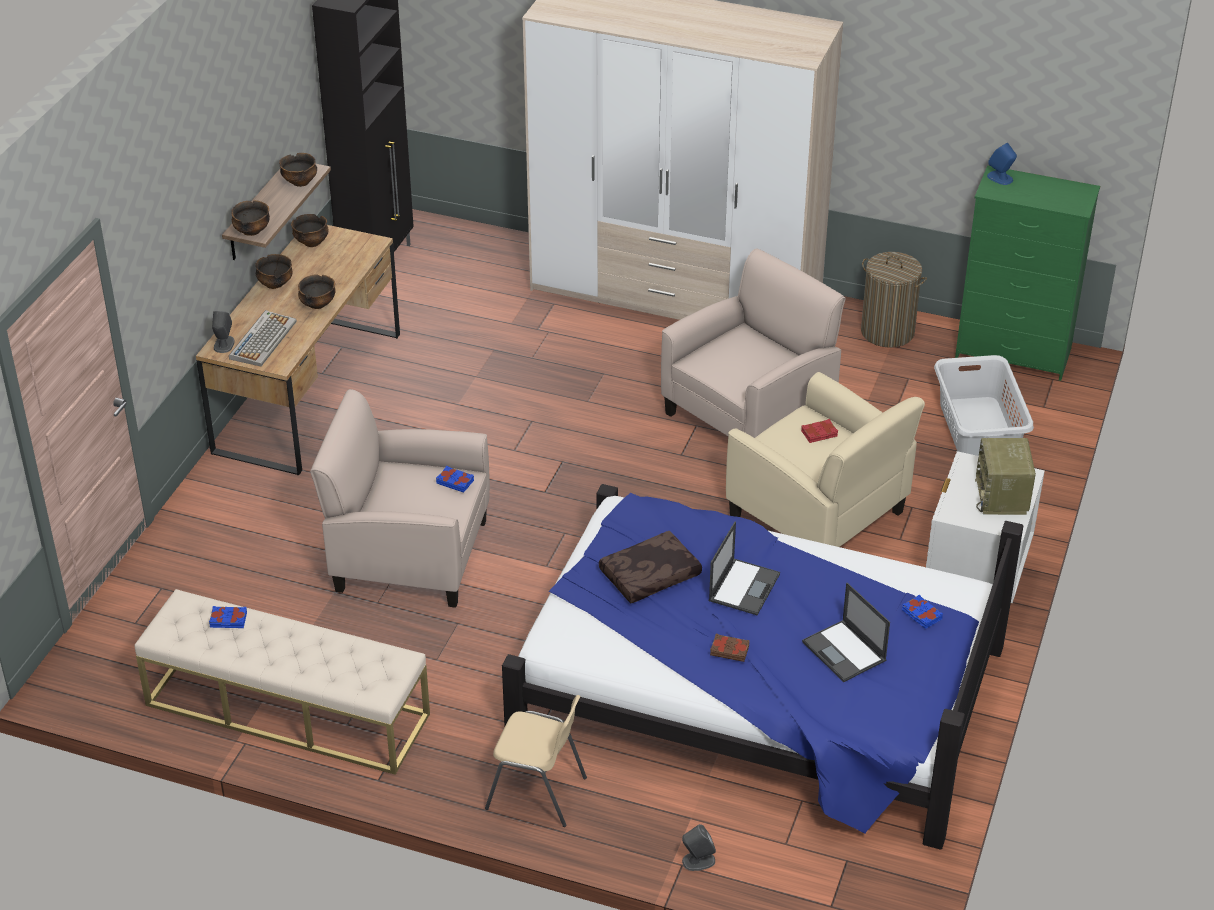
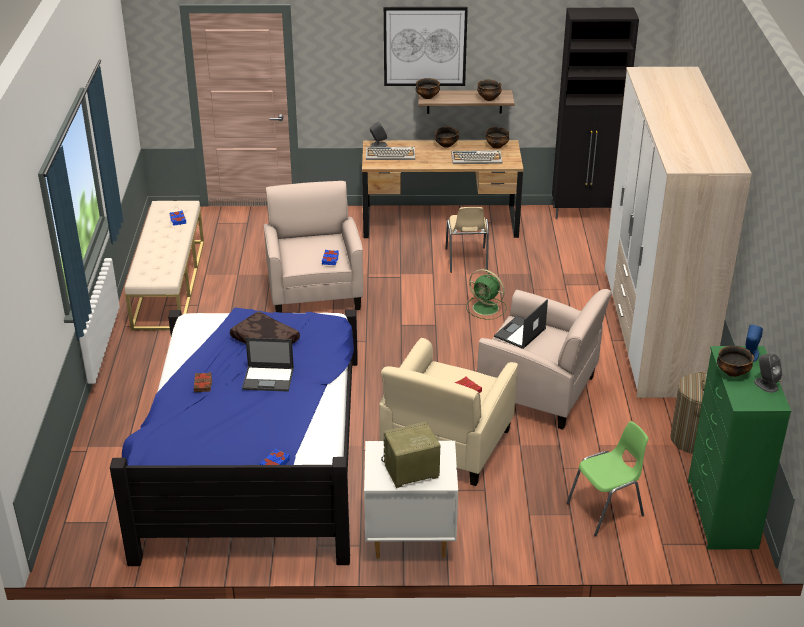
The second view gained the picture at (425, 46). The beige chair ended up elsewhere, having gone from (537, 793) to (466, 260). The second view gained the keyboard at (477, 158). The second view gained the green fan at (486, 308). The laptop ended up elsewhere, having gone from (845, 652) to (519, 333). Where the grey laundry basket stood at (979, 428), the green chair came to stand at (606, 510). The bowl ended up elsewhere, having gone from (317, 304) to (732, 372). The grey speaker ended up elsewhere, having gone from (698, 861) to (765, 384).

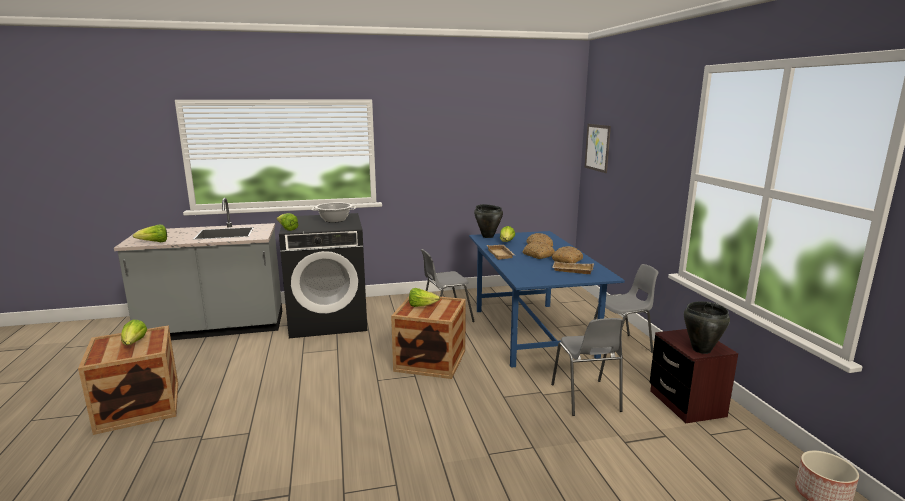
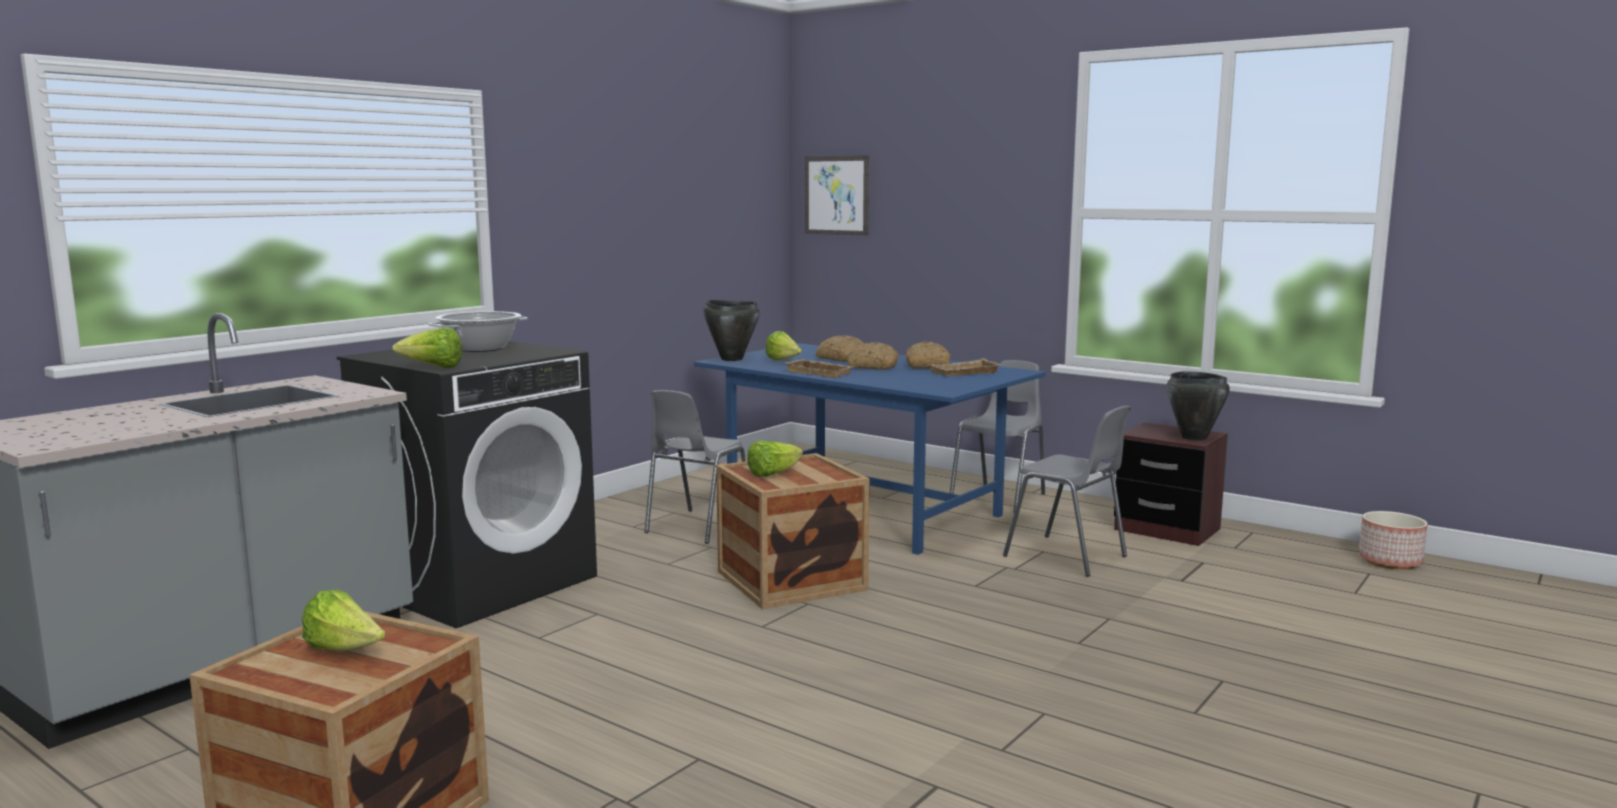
The second view lost the lettuce at (154, 242).

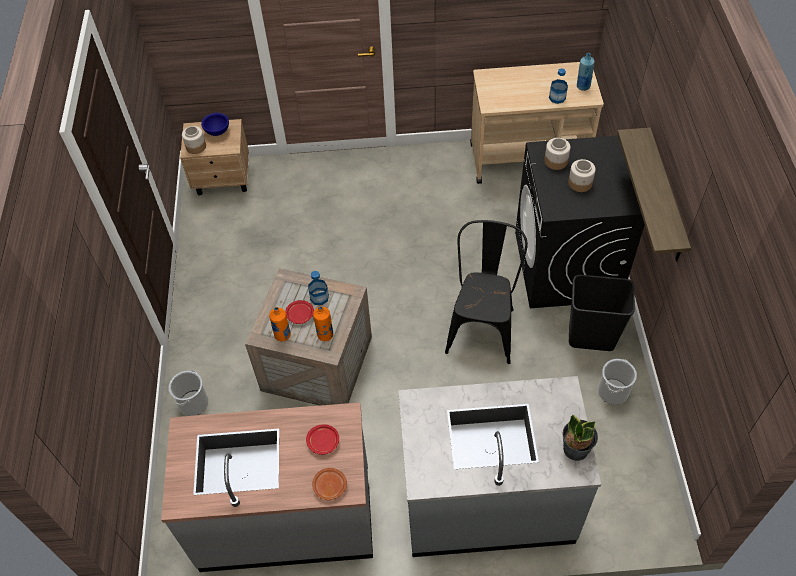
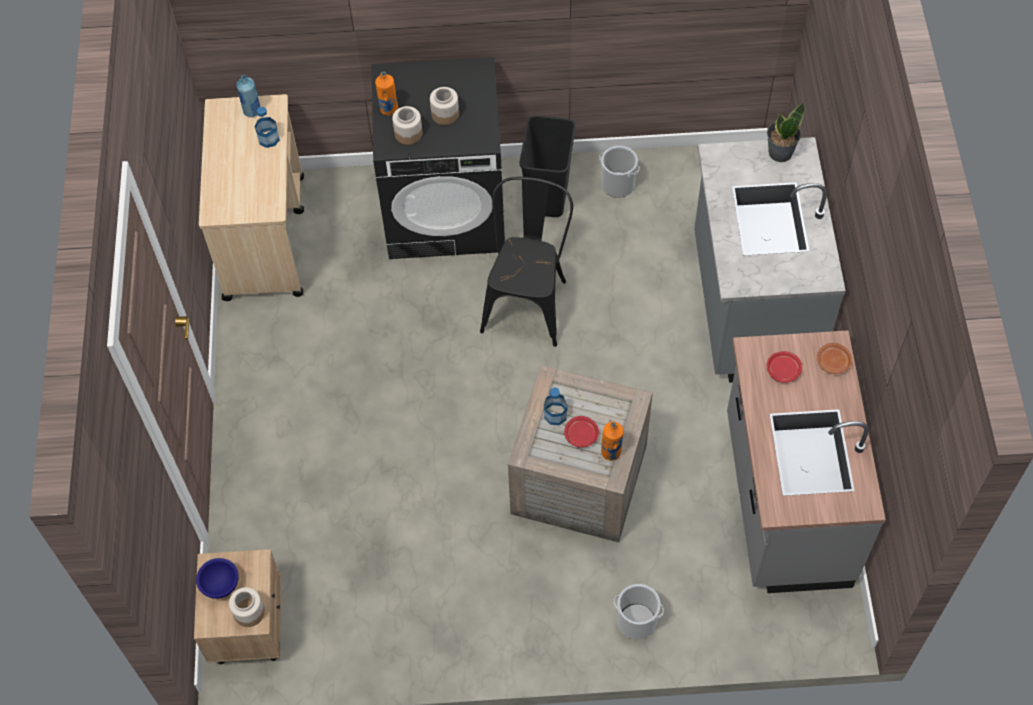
The orange bottle ended up elsewhere, having gone from (325, 335) to (388, 109). The black chair at (483, 325) ended up facing another way, 90 degrees clockwise from before. The second view lost the shelf at (665, 197).

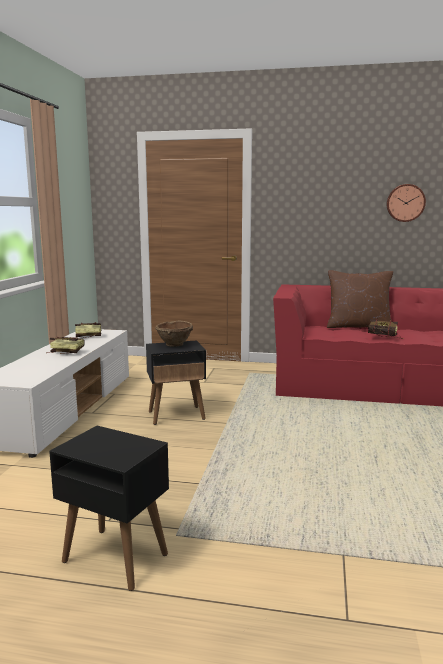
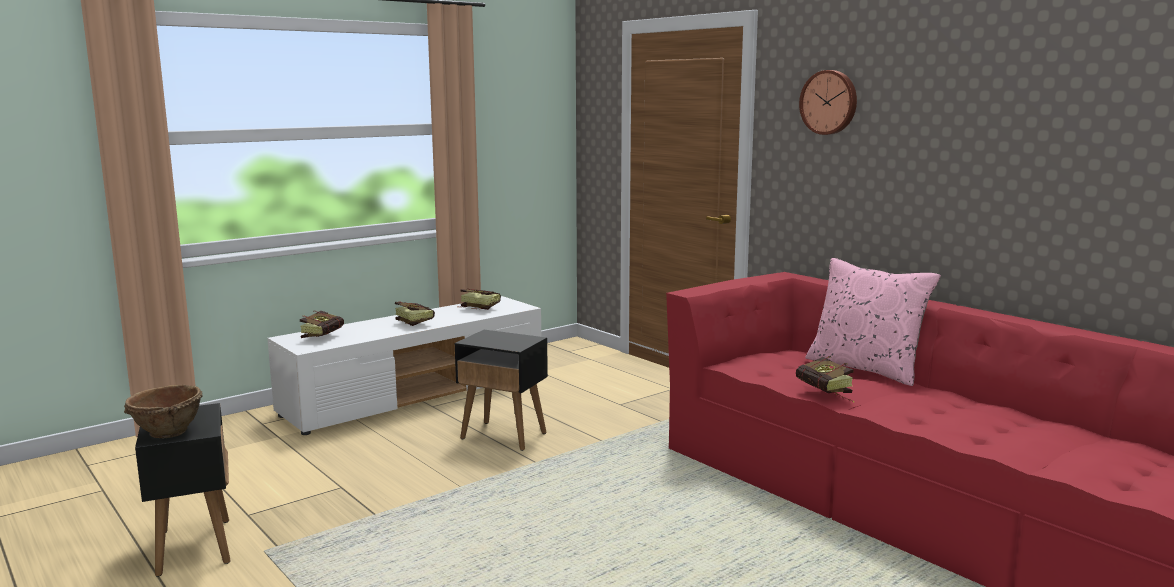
The brown bowl ended up elsewhere, having gone from (174, 344) to (167, 433). The second view gained the book at (325, 336). The wall clock ended up elsewhere, having gone from (405, 203) to (829, 102). What was the brown pillow at (358, 327) turned into the pink pillow at (866, 368).

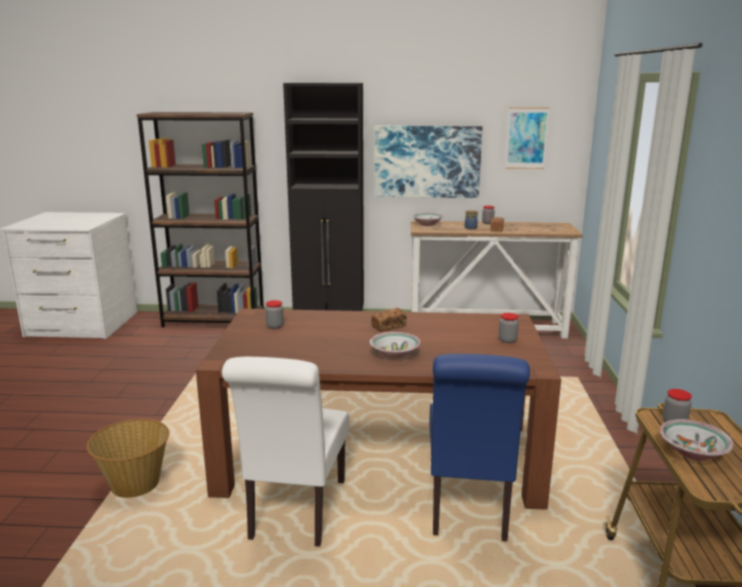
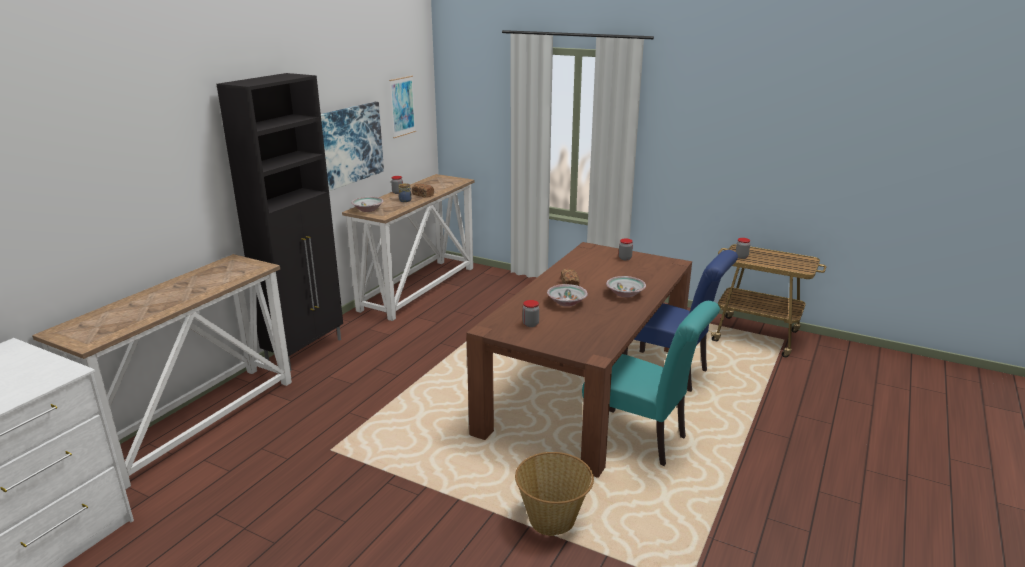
Where the brown bookcase stood at (214, 321), the console table came to stand at (197, 421). The bowl ended up elsewhere, having gone from (692, 452) to (566, 303). What was the white chair at (295, 514) turned into the turquoise chair at (641, 440).

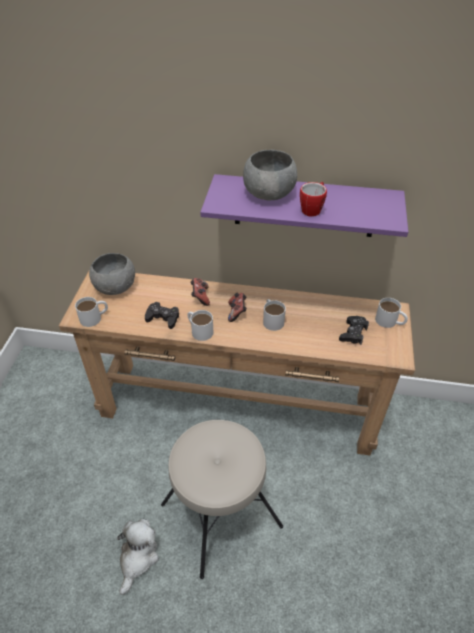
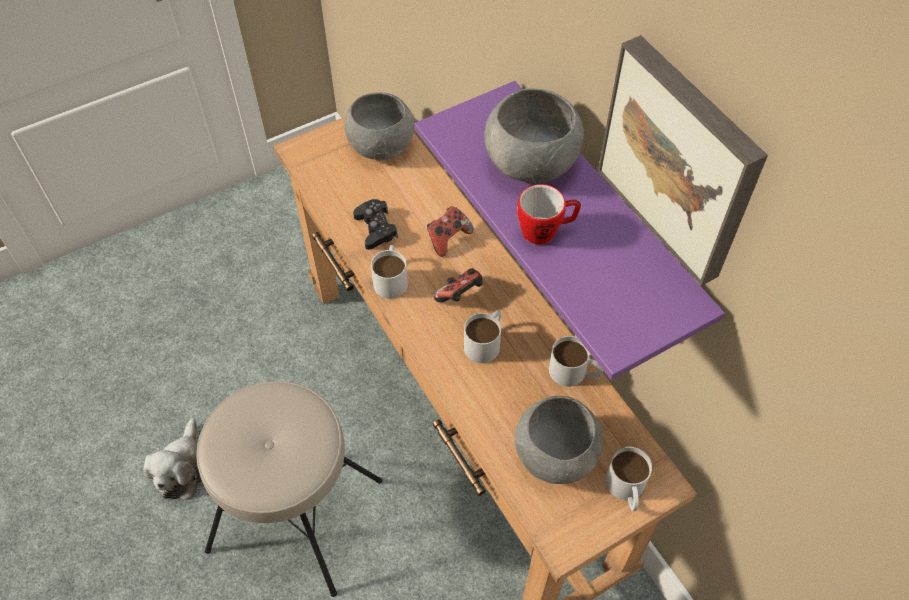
The plush toy at (138, 557) ended up facing another way, 120 degrees clockwise from before. Where the black game controller stood at (353, 333), the grey bowl came to stand at (555, 455). The white mug ended up elsewhere, having gone from (94, 317) to (574, 373). The second view gained the picture at (681, 160).

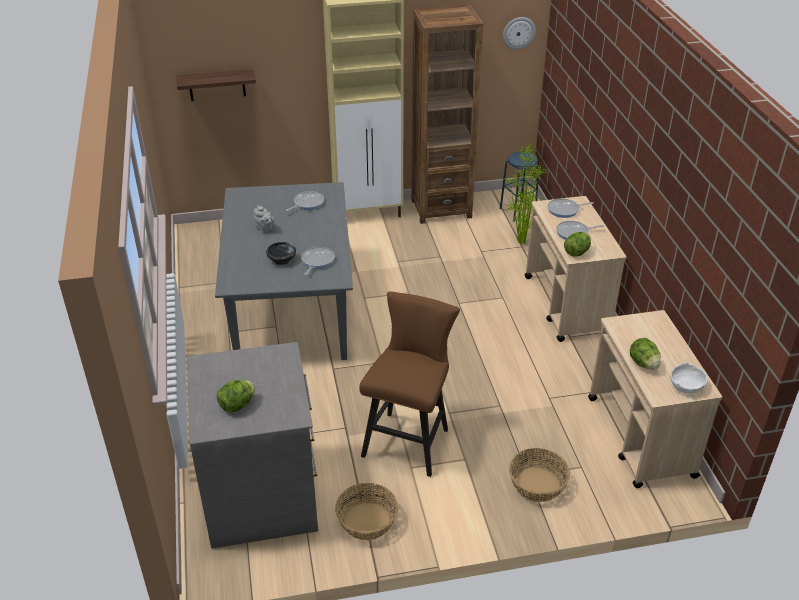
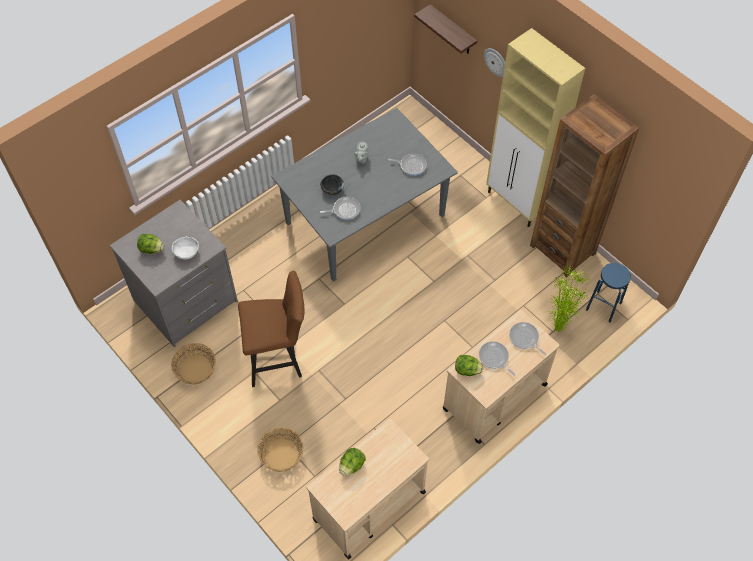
The white bowl ended up elsewhere, having gone from (686, 386) to (186, 252). The wall clock ended up elsewhere, having gone from (518, 32) to (496, 62).

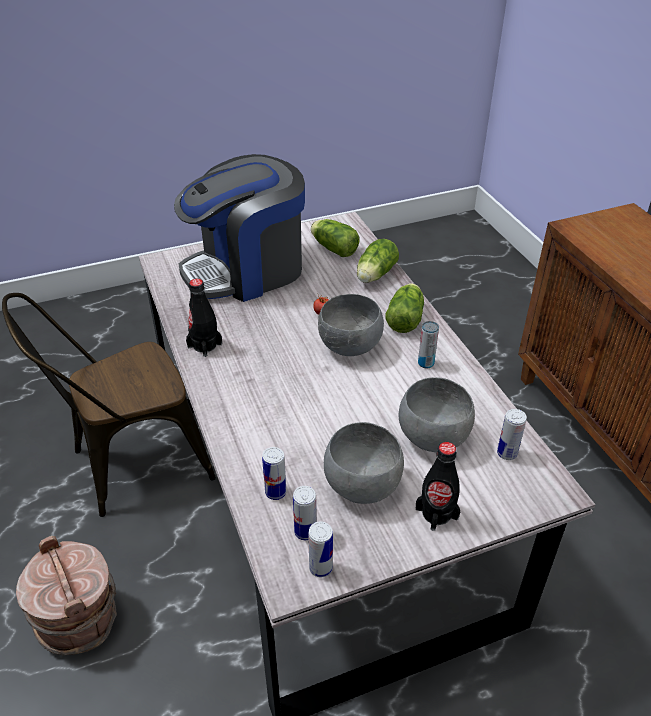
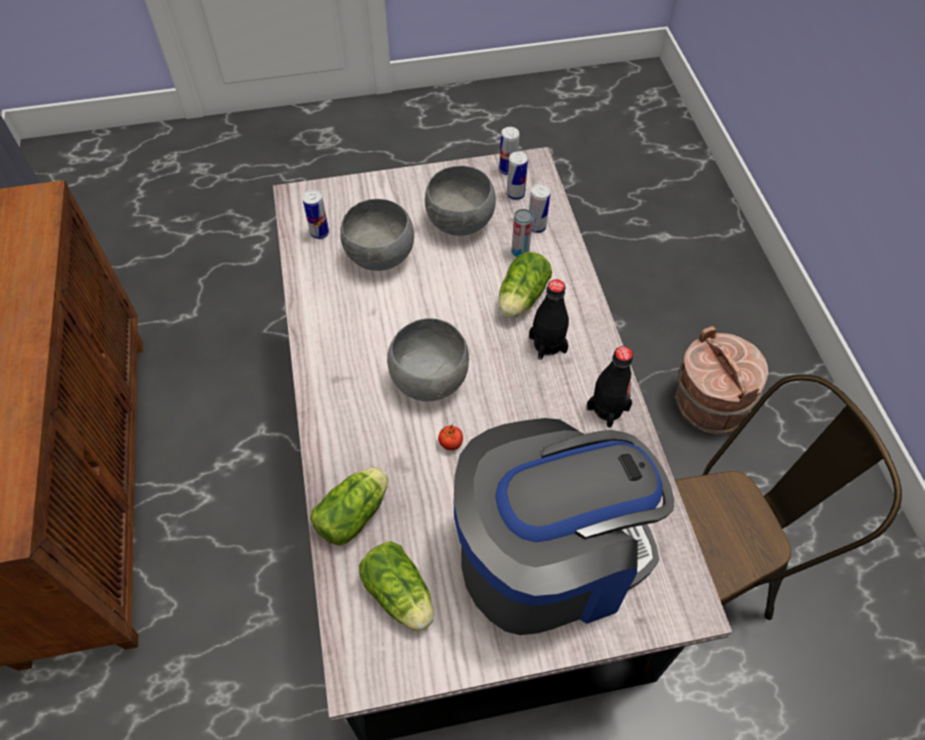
The lettuce ended up elsewhere, having gone from (405, 318) to (520, 299). The can ended up elsewhere, having gone from (426, 363) to (520, 251). The black bottle ended up elsewhere, having gone from (436, 513) to (547, 344).

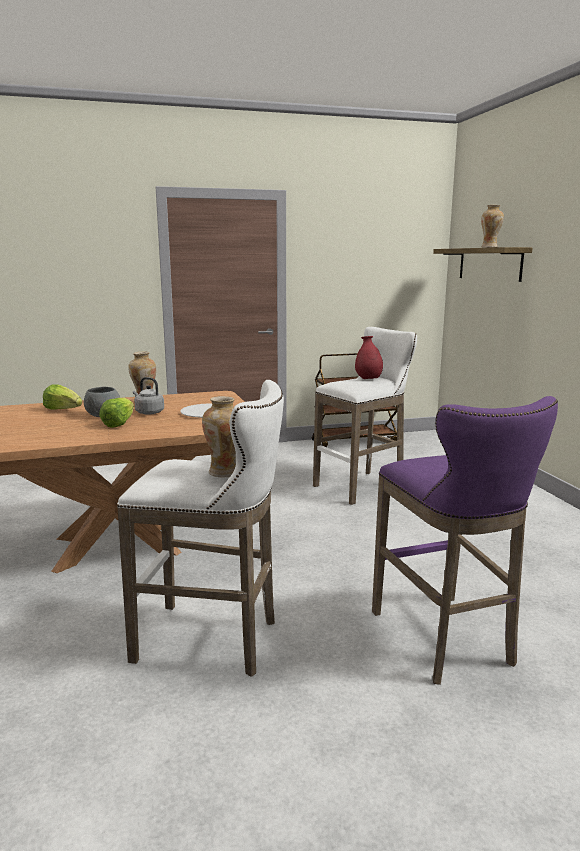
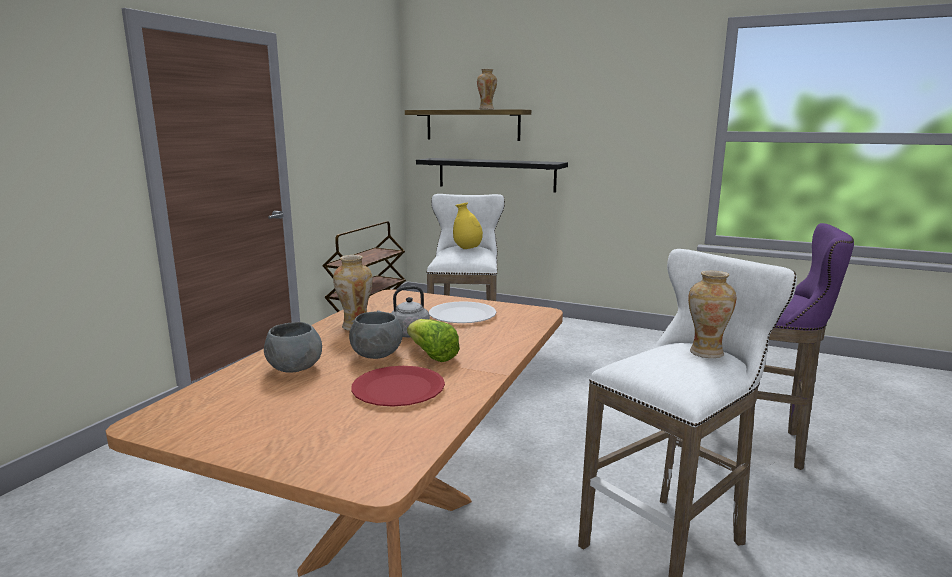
Where the lettuce stood at (63, 410), the grey bowl came to stand at (294, 368). The second view gained the red plate at (398, 388). The second view gained the black shelf at (496, 174). What was the red vase at (368, 379) turned into the yellow vase at (467, 249).

